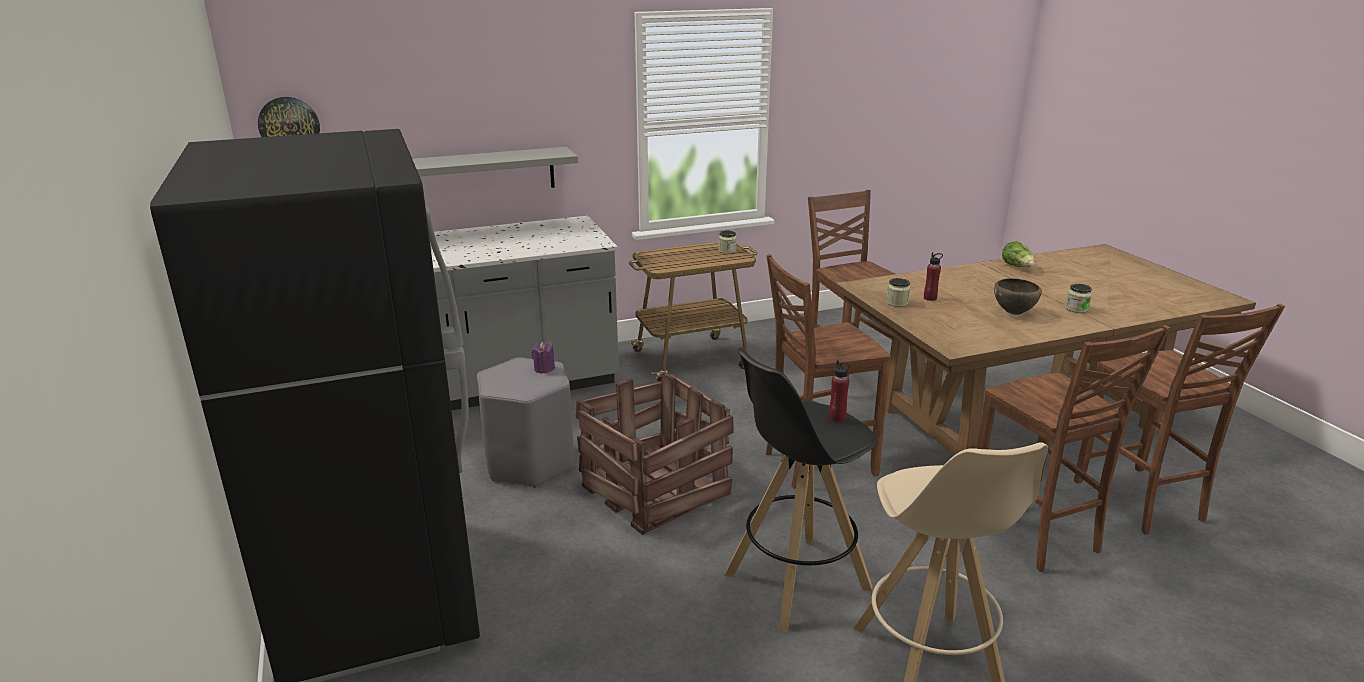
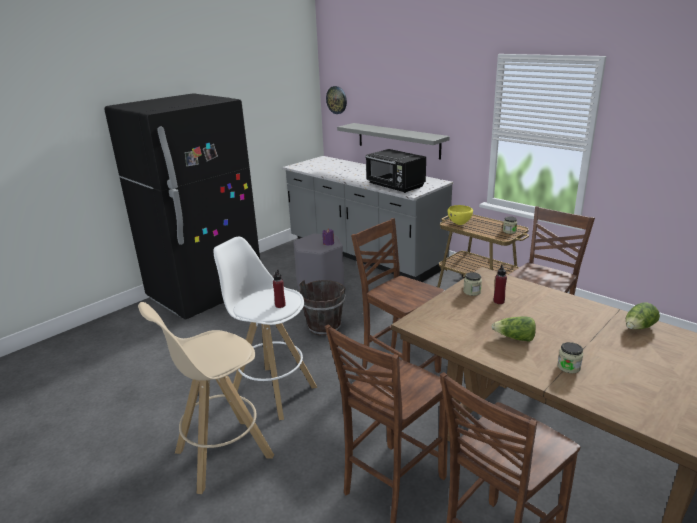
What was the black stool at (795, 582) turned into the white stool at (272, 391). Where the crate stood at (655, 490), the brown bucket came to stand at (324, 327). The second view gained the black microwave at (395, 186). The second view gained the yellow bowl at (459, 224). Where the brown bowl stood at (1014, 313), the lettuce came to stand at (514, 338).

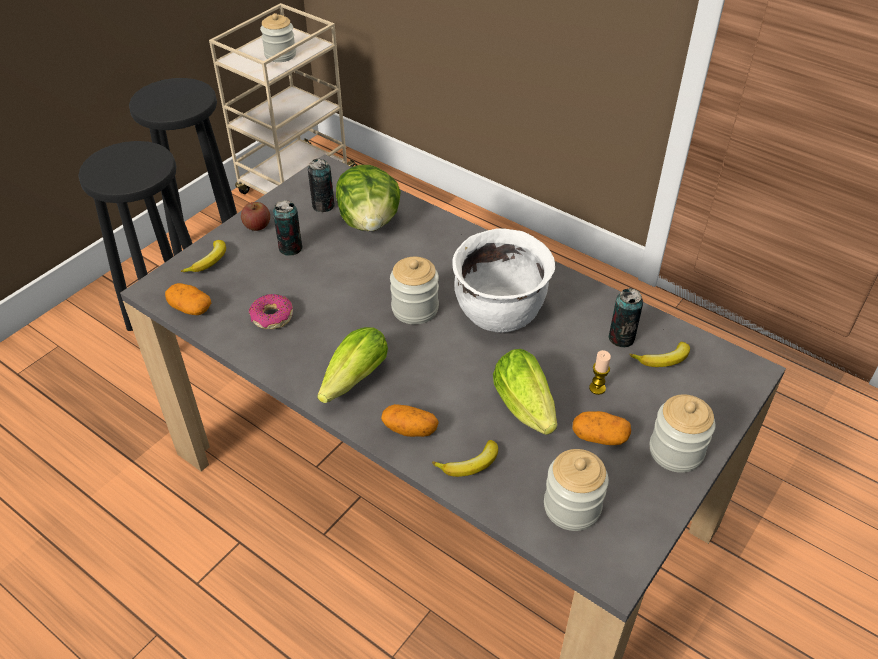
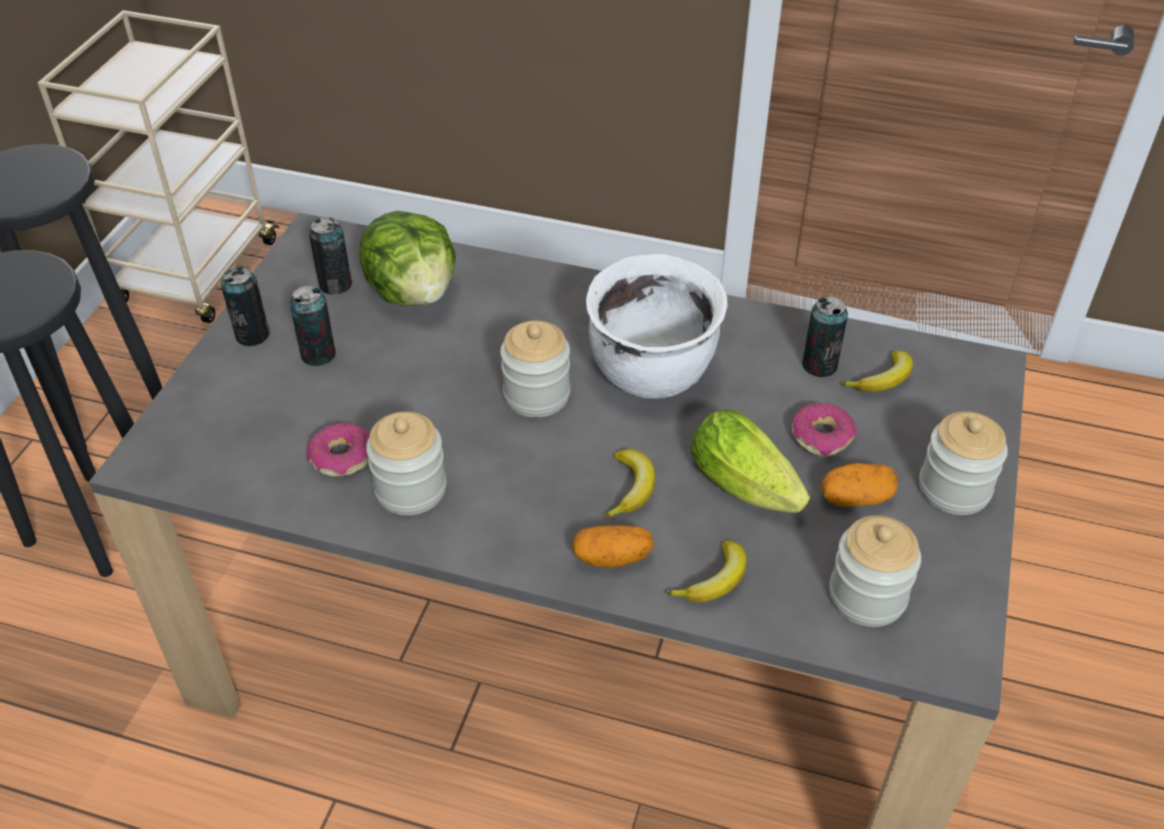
Where the apple stood at (257, 226), the can came to stand at (252, 335). The jar ended up elsewhere, having gone from (280, 55) to (410, 489). The banana ended up elsewhere, having gone from (209, 261) to (630, 488). Where the candle stood at (597, 388), the donut came to stand at (822, 437). The second view lost the potato at (190, 308). The second view lost the lettuce at (351, 382).

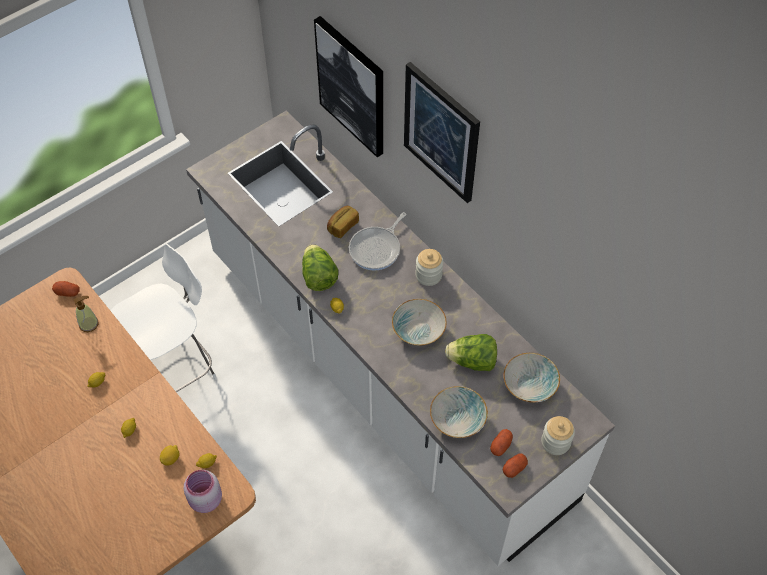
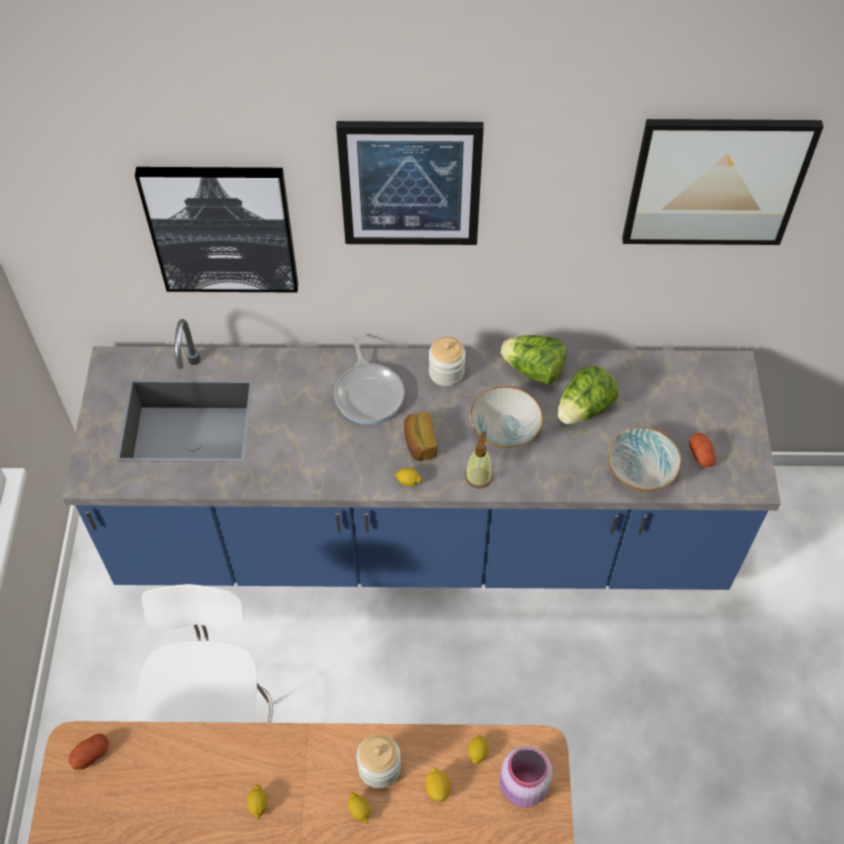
What was the white counter at (383, 374) turned into the blue counter at (422, 537). The jar ended up elsewhere, having gone from (555, 442) to (379, 768). The bread ended up elsewhere, having gone from (342, 226) to (419, 443). The soap dispenser ended up elsewhere, having gone from (89, 324) to (478, 476). The lettuce ended up elsewhere, having gone from (318, 276) to (533, 370). The second view gained the picture at (716, 182). The second view lost the potato at (514, 468). The second view lost the bowl at (530, 386).

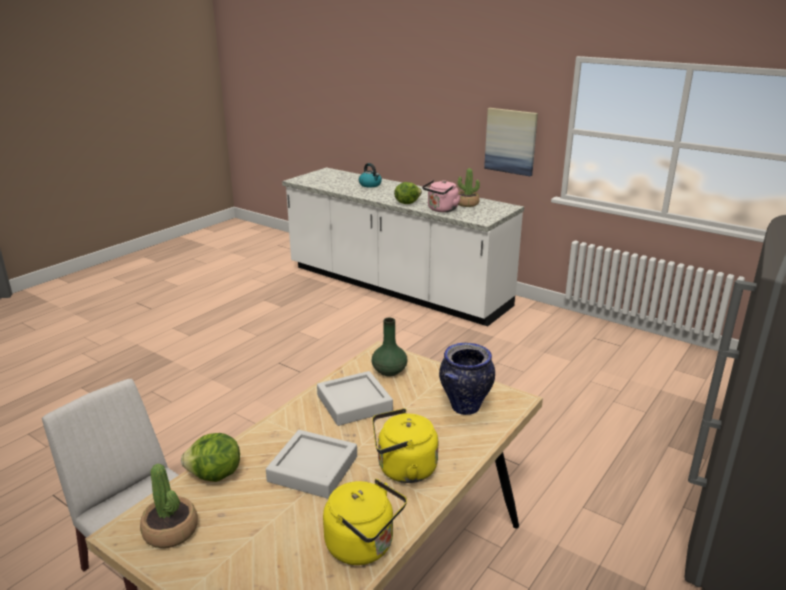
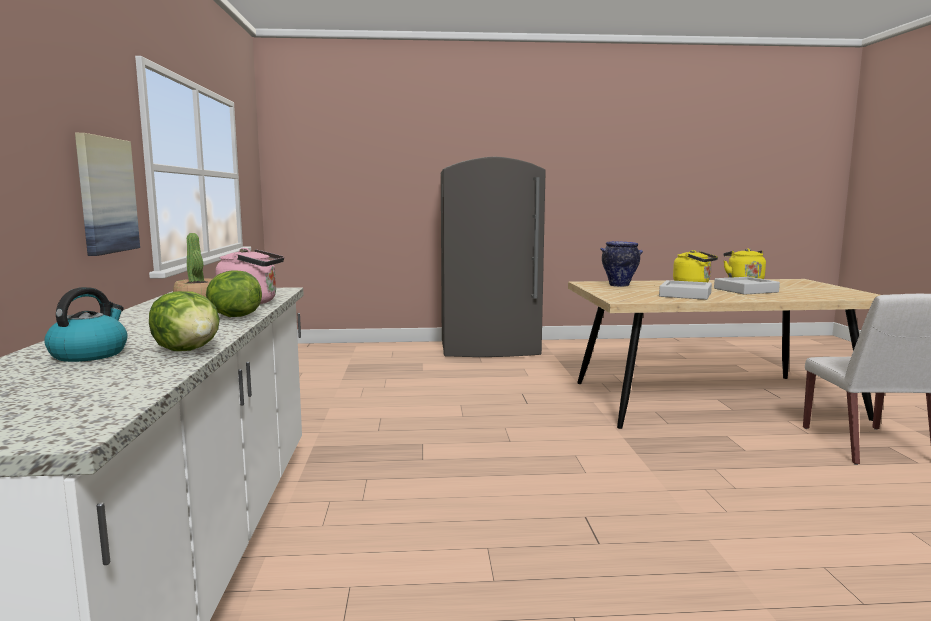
The lettuce ended up elsewhere, having gone from (215, 475) to (188, 350). The second view lost the potted plant at (171, 530). The second view lost the green vase at (389, 371).

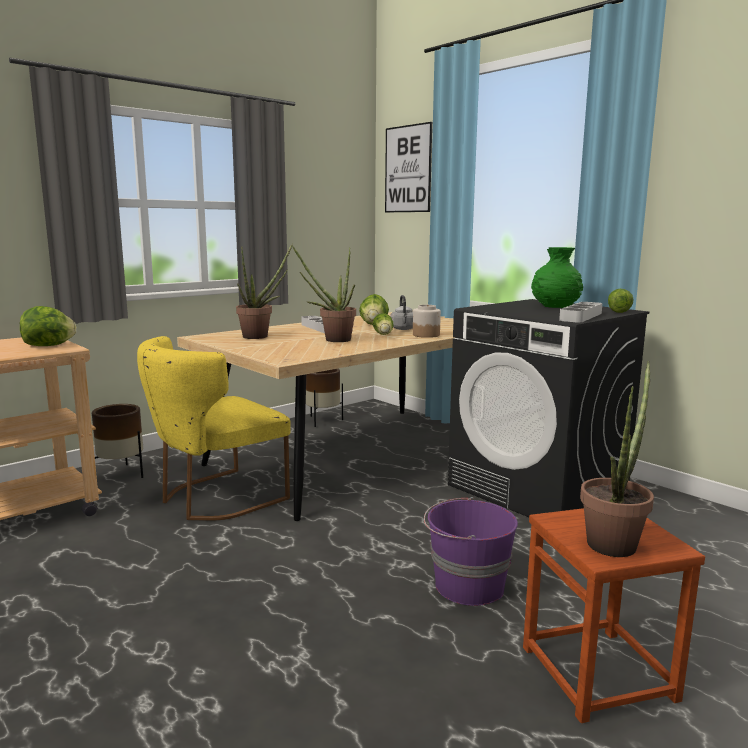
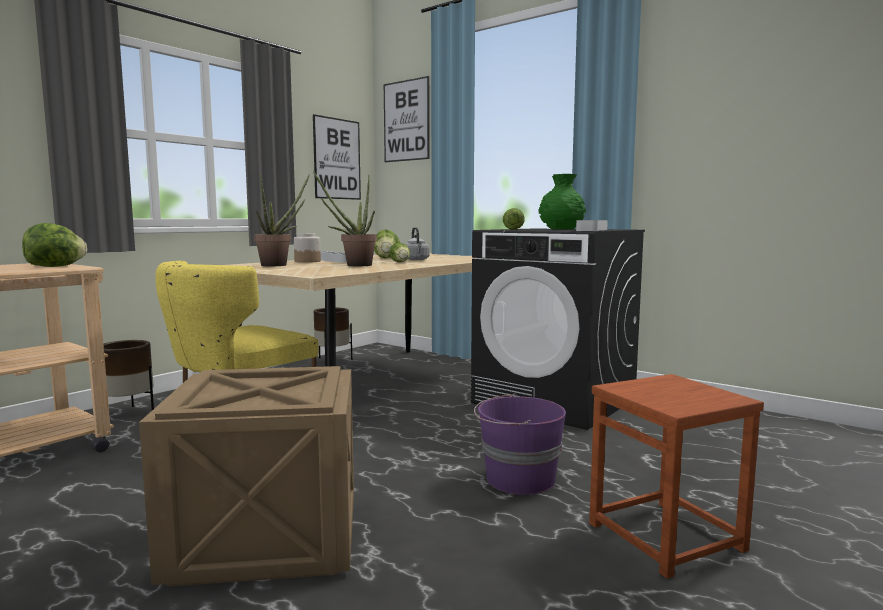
The second view gained the crate at (264, 537). The jar ended up elsewhere, having gone from (426, 335) to (307, 261). The second view gained the picture at (337, 159). The lettuce ended up elsewhere, having gone from (618, 310) to (513, 229). The second view lost the potted plant at (614, 541).

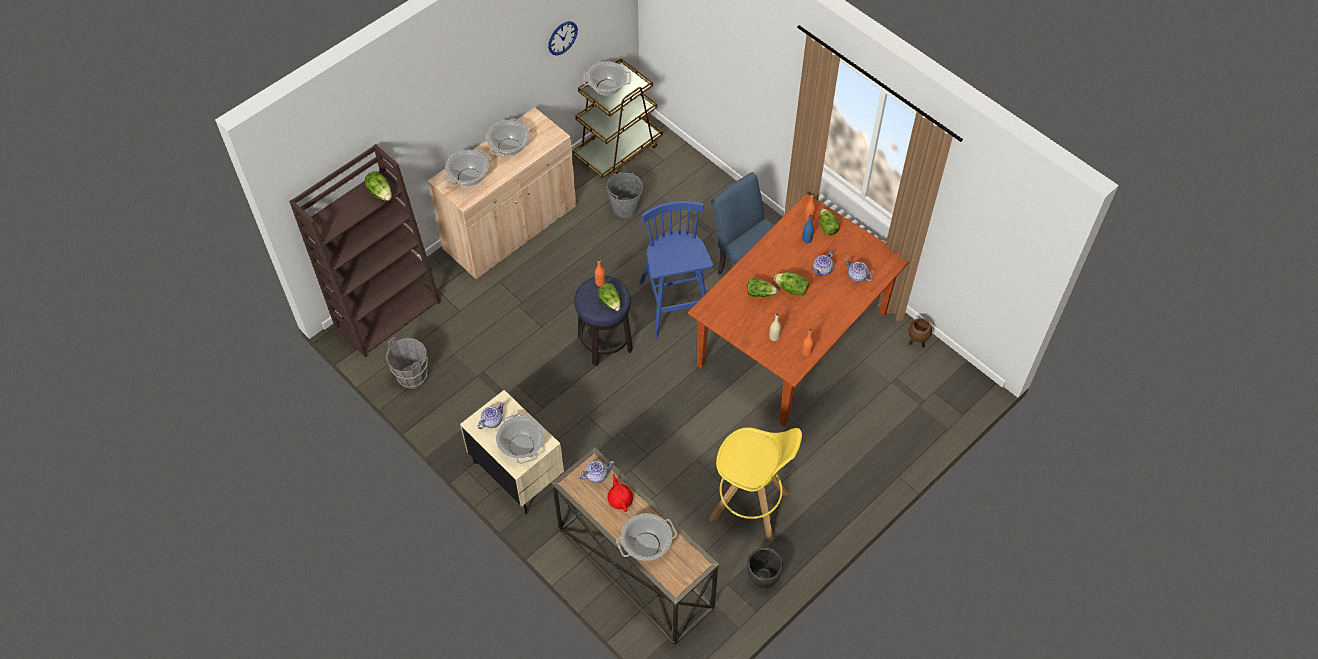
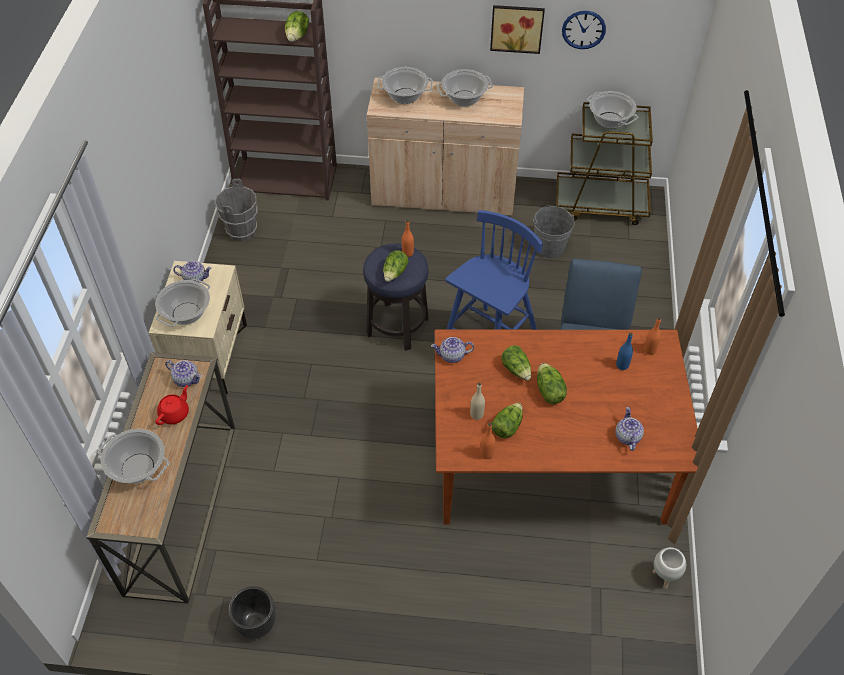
The teapot ended up elsewhere, having gone from (822, 270) to (452, 356). The second view gained the picture at (517, 27). The lettuce ended up elsewhere, having gone from (827, 227) to (507, 426). What was the brown planter at (916, 342) turned into the white planter at (663, 577). The second view lost the yellow stool at (750, 507).

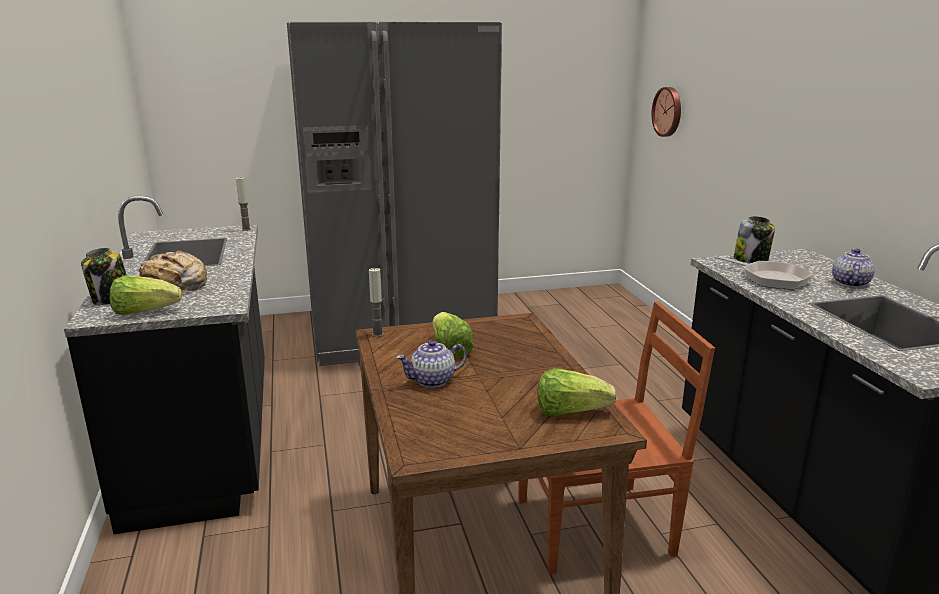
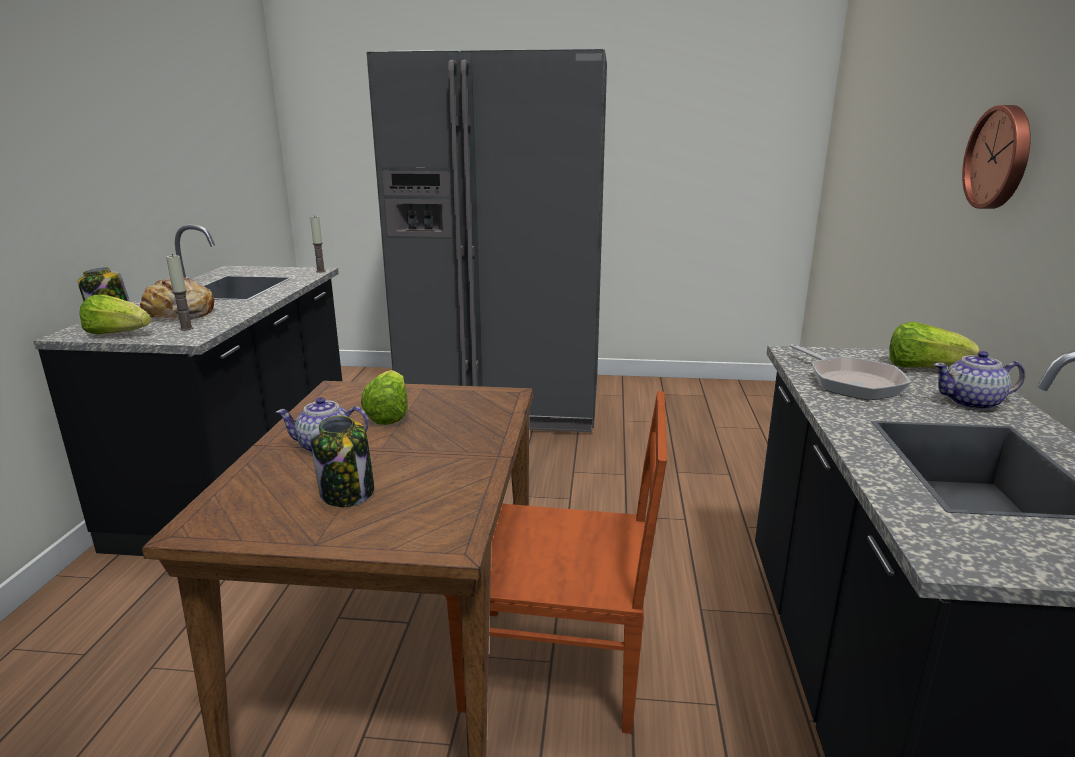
The candle ended up elsewhere, having gone from (377, 334) to (186, 328). The jar ended up elsewhere, having gone from (751, 260) to (347, 493). The lettuce ended up elsewhere, having gone from (570, 411) to (923, 368). The teapot at (850, 283) ended up facing another way, 135 degrees counterclockwise from before. The wall clock ended up elsewhere, having gone from (668, 111) to (1000, 158).

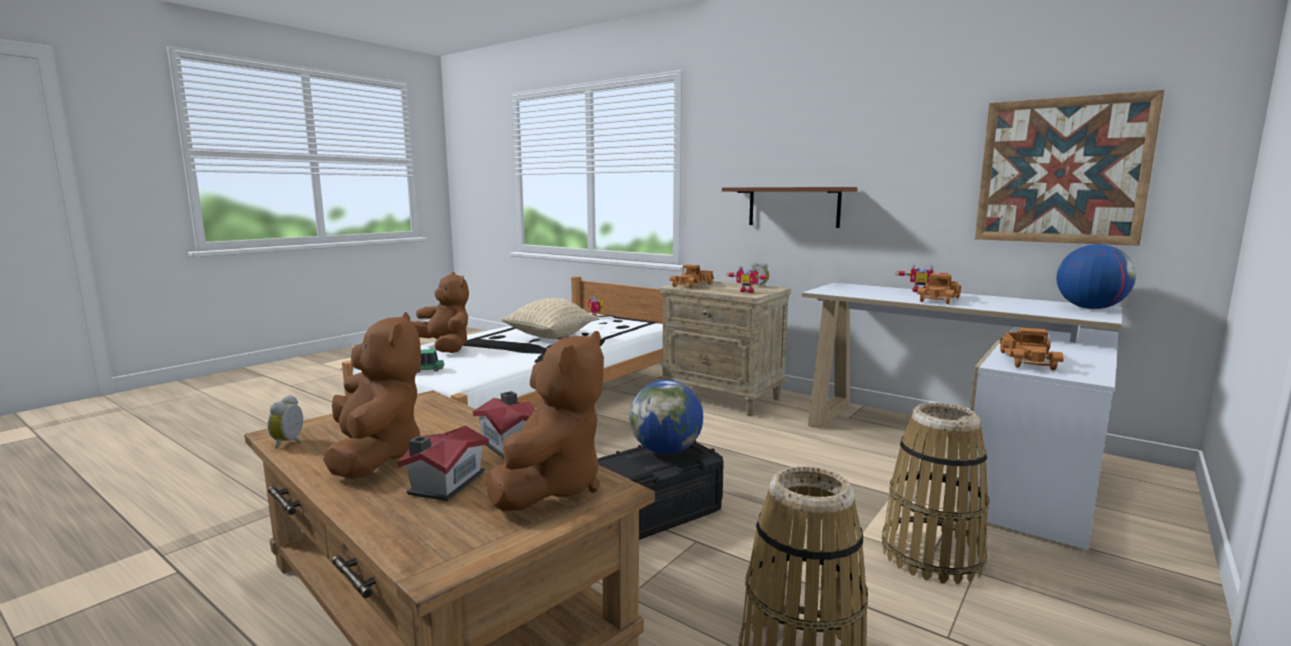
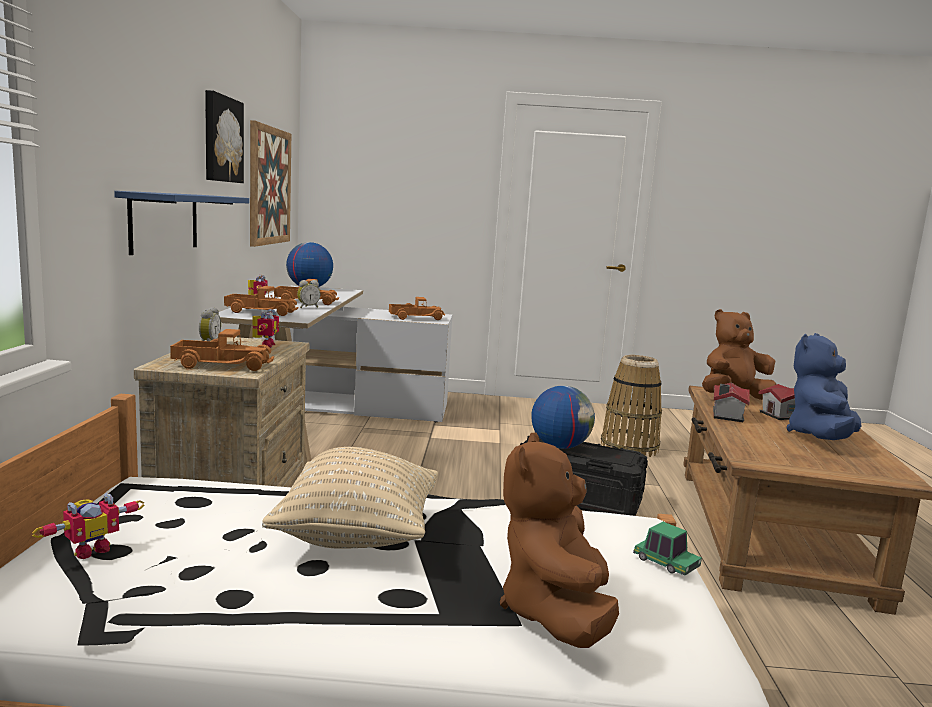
What was the brown shelf at (793, 207) turned into the blue shelf at (164, 222). The second view gained the picture at (221, 139). The second view gained the toy truck at (261, 312). The alarm clock ended up elsewhere, having gone from (290, 443) to (308, 307). What was the brown plush toy at (376, 456) turned into the blue plush toy at (821, 438). The second view lost the basket at (931, 555).

